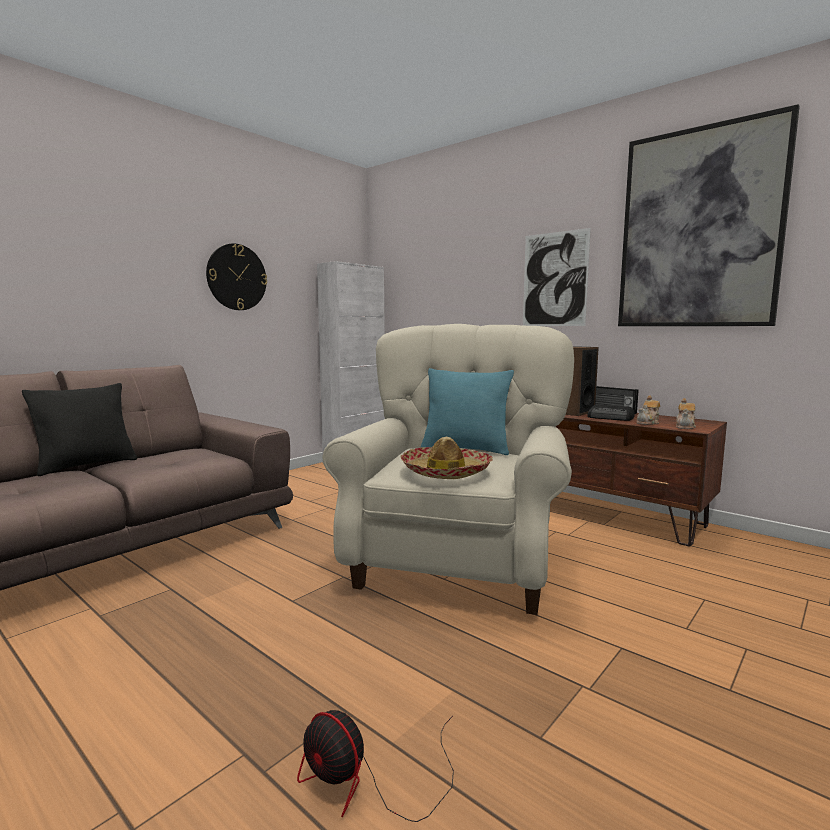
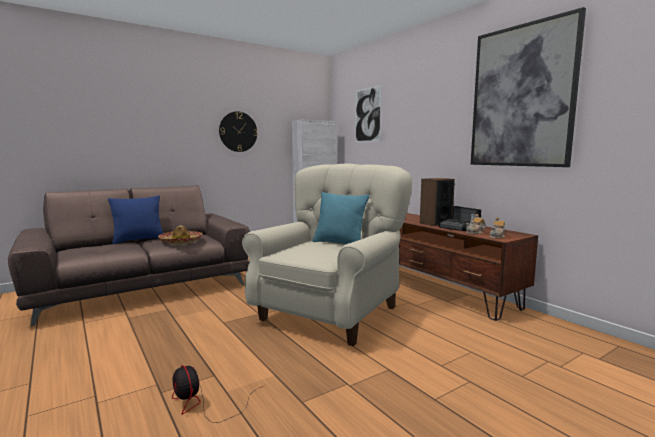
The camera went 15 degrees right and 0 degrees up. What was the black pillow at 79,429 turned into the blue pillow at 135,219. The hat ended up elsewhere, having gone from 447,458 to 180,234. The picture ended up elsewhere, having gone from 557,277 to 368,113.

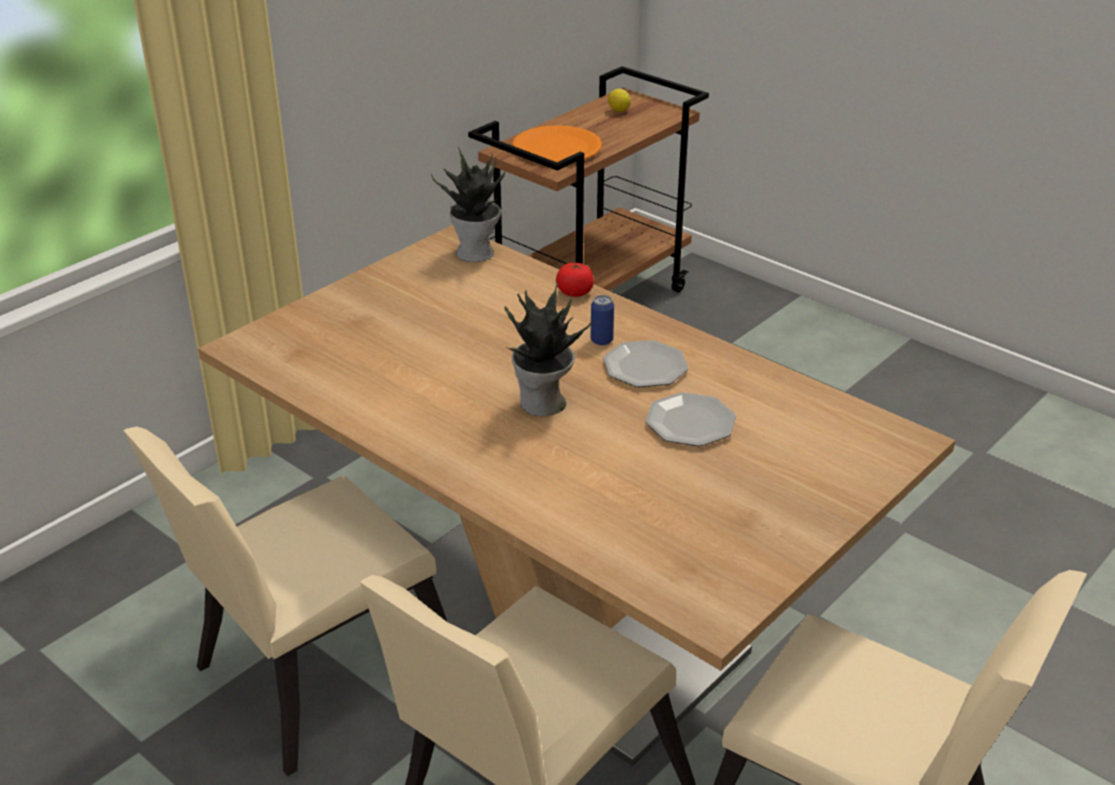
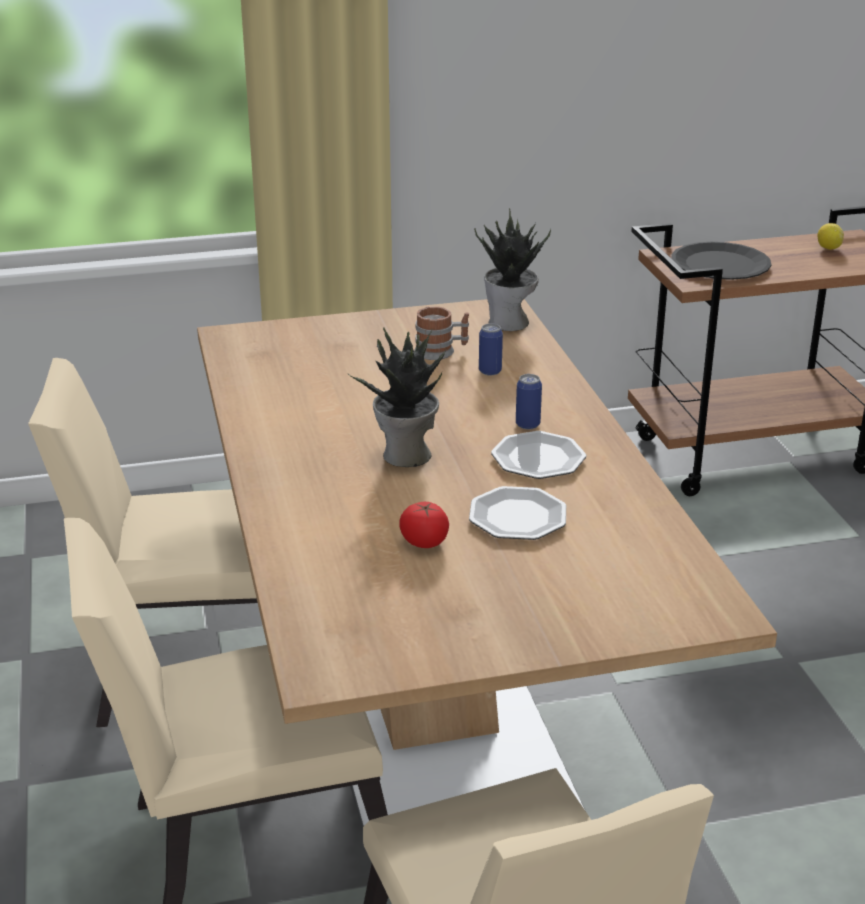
The camera went 35 degrees right and 5 degrees down. The tomato ended up elsewhere, having gone from 575,280 to 424,525. The second view gained the mug at 441,333. The second view gained the can at 491,349. What was the orange plate at 557,143 turned into the black plate at 721,261.

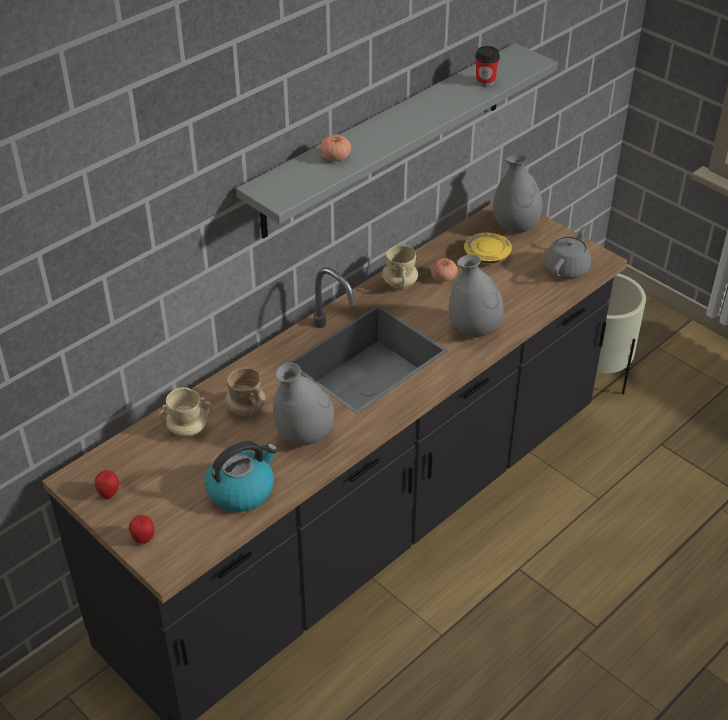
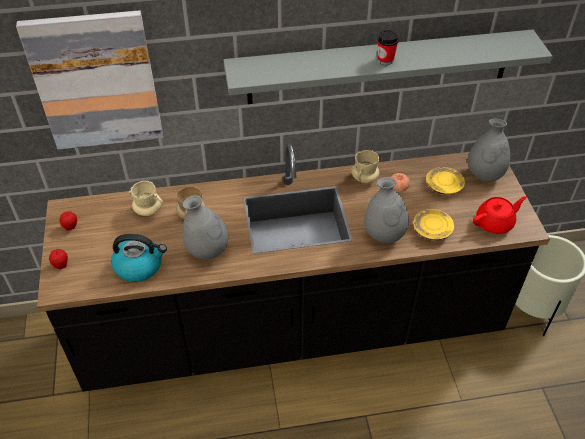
The camera went 35 degrees right and 5 degrees up. The second view gained the picture at 89,80. The cup ended up elsewhere, having gone from 487,66 to 388,47. The second view gained the yellow plate at 433,225. What was the grey teapot at 567,252 turned into the red teapot at 500,215. The second view lost the tomato at 335,148.

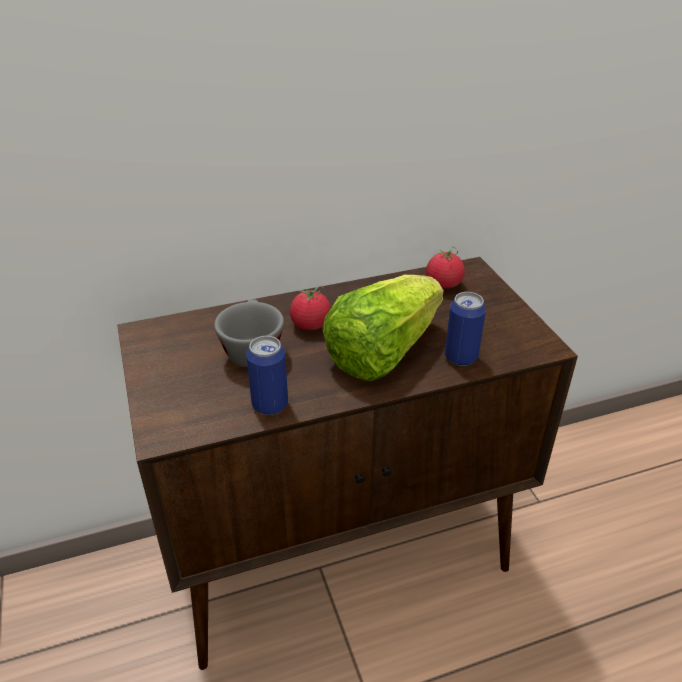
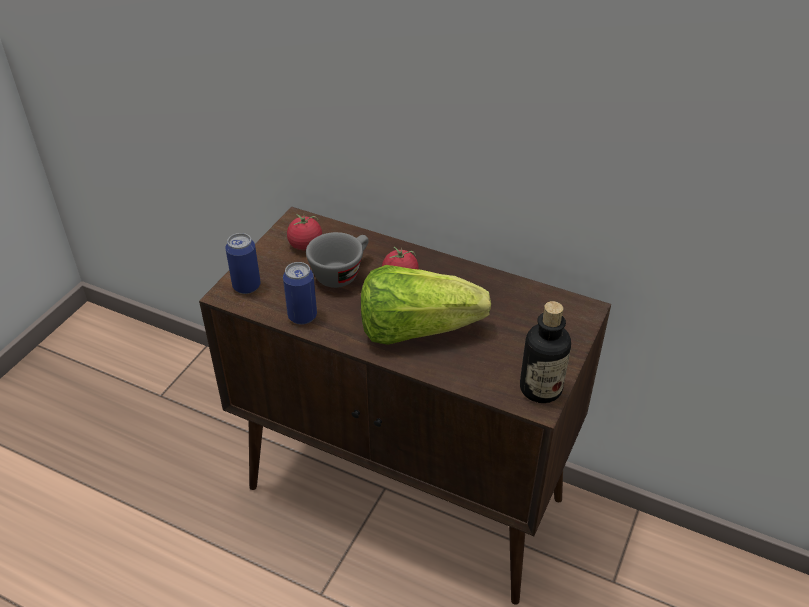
The camera went 45 degrees right and 5 degrees up. The can ended up elsewhere, having gone from 465,329 to 243,263. The tomato ended up elsewhere, having gone from 445,268 to 304,232. The second view gained the bottle at 545,352.

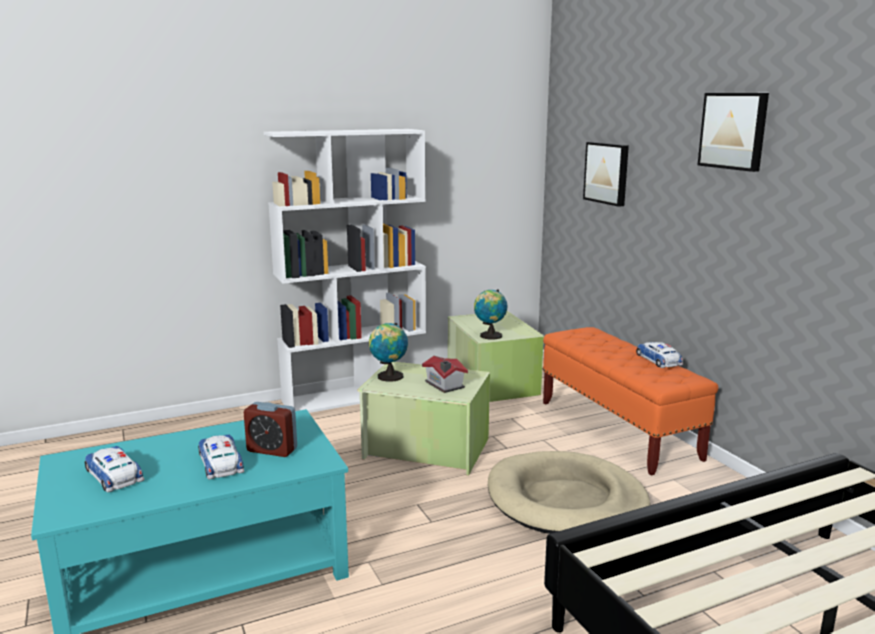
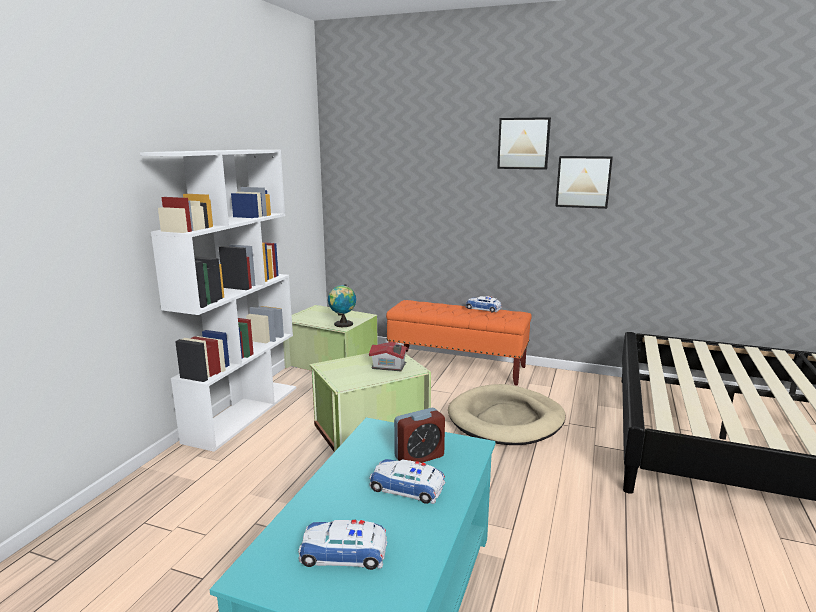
The camera went 45 degrees left and 0 degrees up. The picture ended up elsewhere, having gone from 606,174 to 584,182. The second view lost the globe at 388,352.

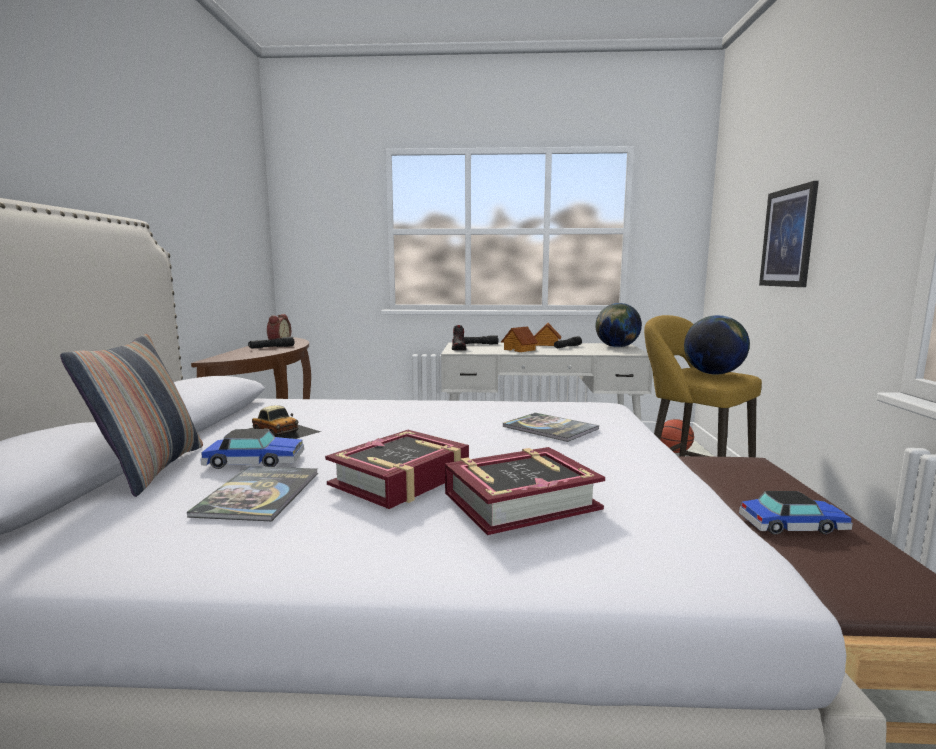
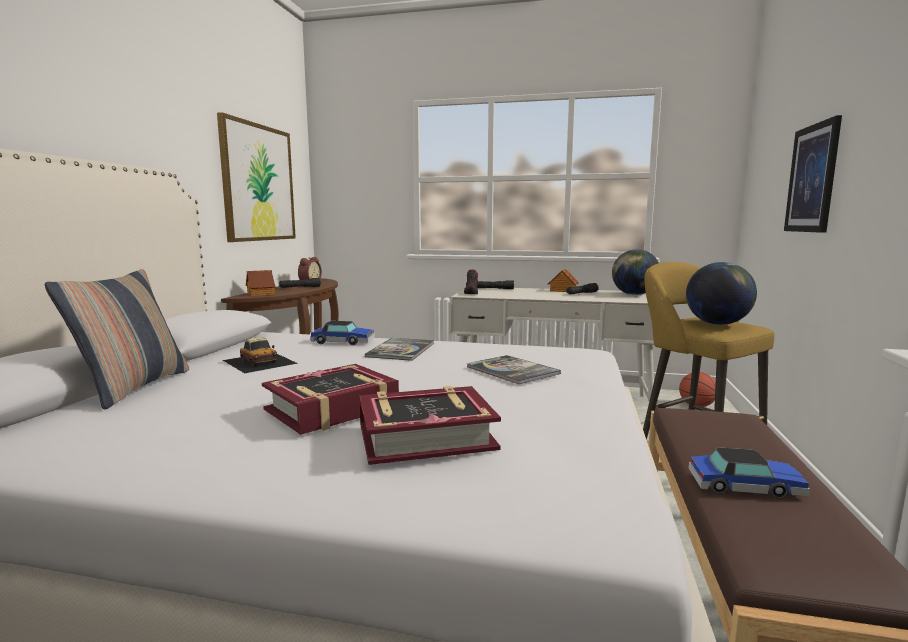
The camera went 10 degrees right and 0 degrees up. The second view gained the picture at 256,177. The toy house ended up elsewhere, having gone from 519,339 to 260,283. The toy car ended up elsewhere, having gone from 252,449 to 342,333. The book ended up elsewhere, having gone from 252,493 to 399,349.

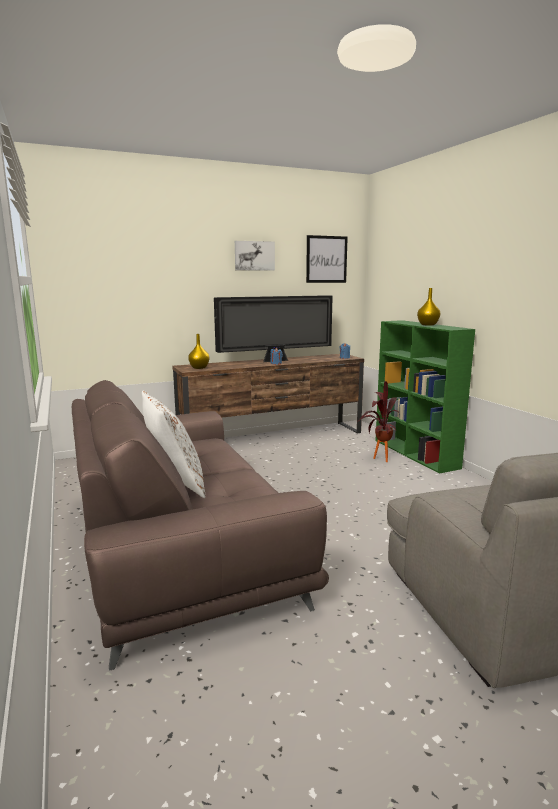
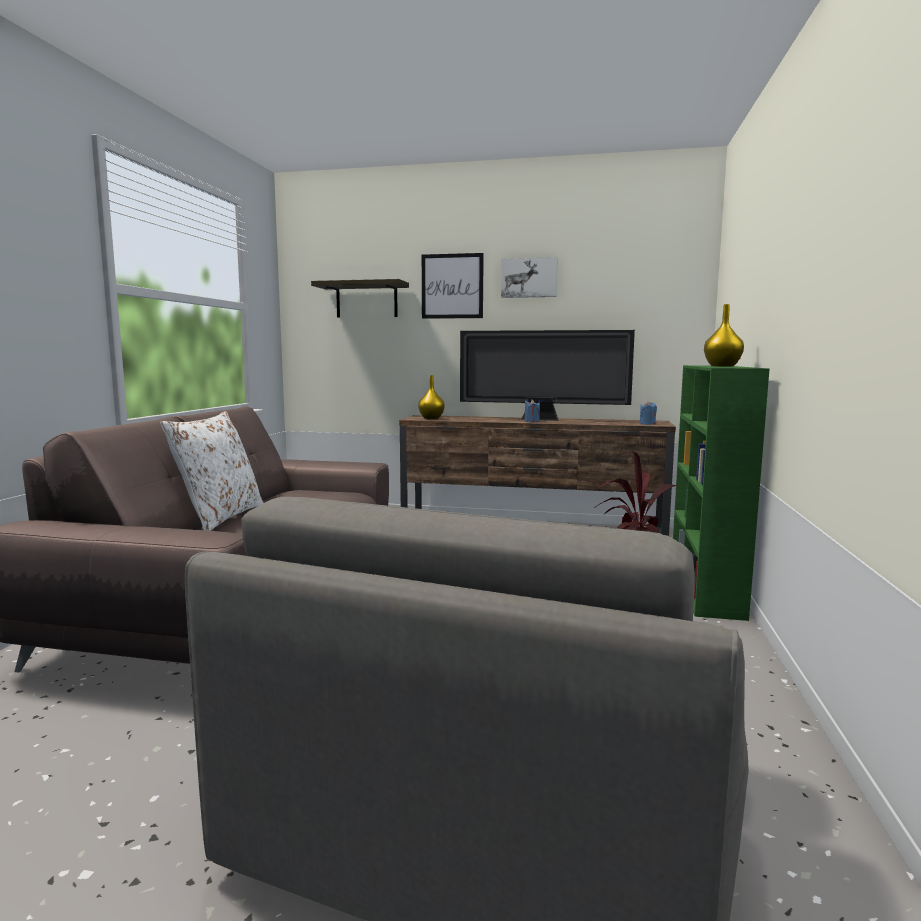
The camera went 35 degrees right and 5 degrees down. The second view gained the shelf at 360,298. The picture ended up elsewhere, having gone from 327,259 to 453,286.

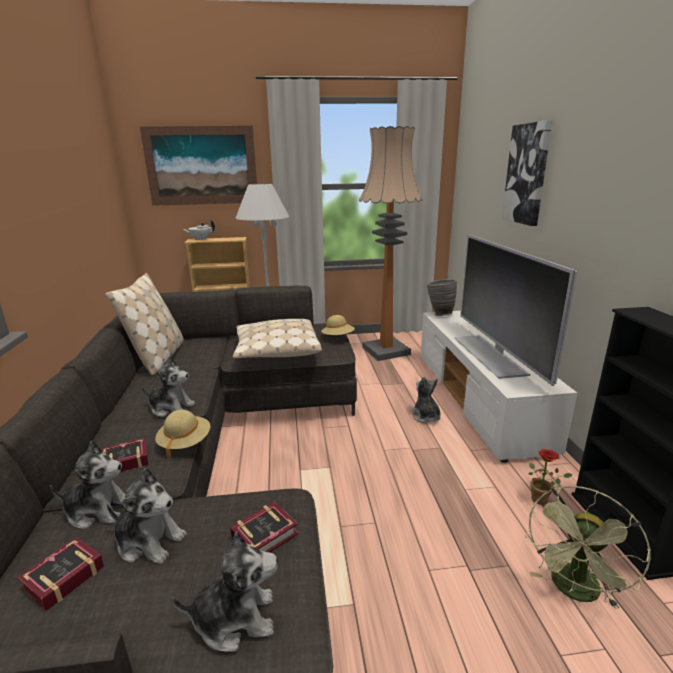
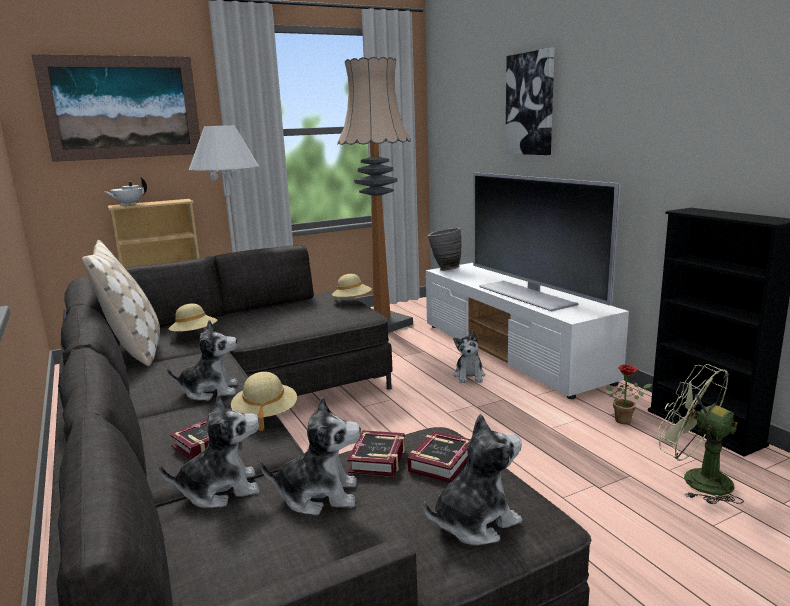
The camera went 20 degrees left and 5 degrees down. The second view gained the beige hat at 192,317. The book ended up elsewhere, having gone from 60,574 to 376,453. The plush toy at 425,400 ended up facing another way, 135 degrees counterclockwise from before. The green fan at 588,547 ended up facing another way, 120 degrees clockwise from before. The second view lost the beige pillow at 277,338.

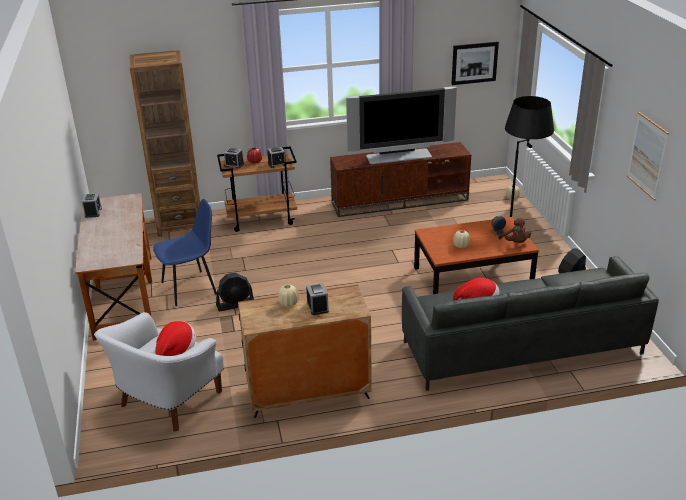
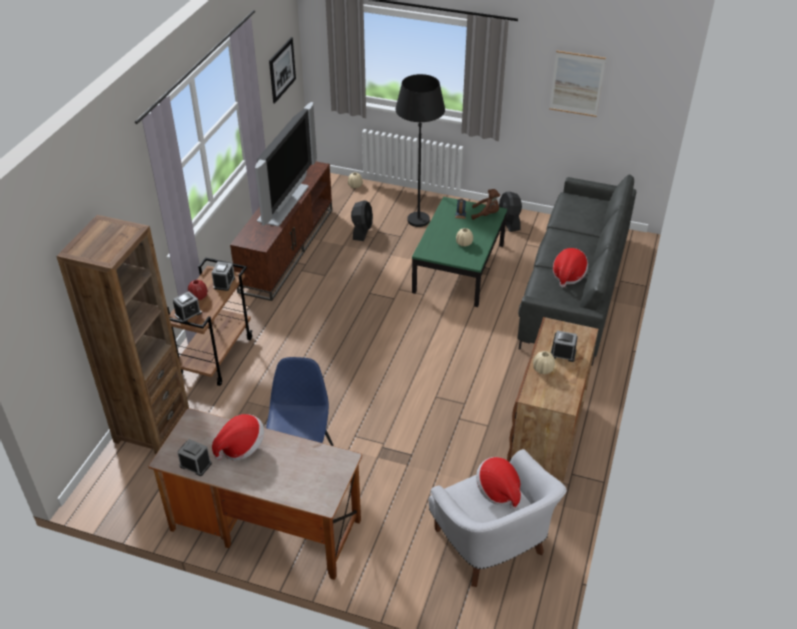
The camera went 60 degrees left and 10 degrees up. The second view gained the hat at 238,437. The black fan ended up elsewhere, having gone from 235,292 to 362,220. What was the brown coffee table at 476,255 turned into the green coffee table at 459,252.

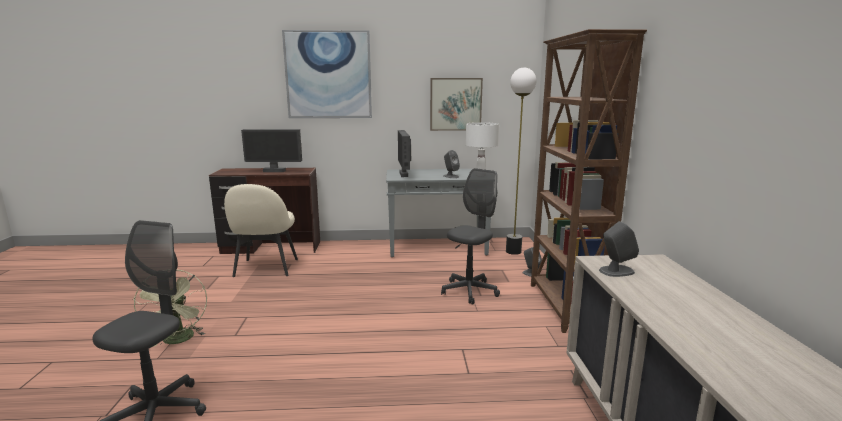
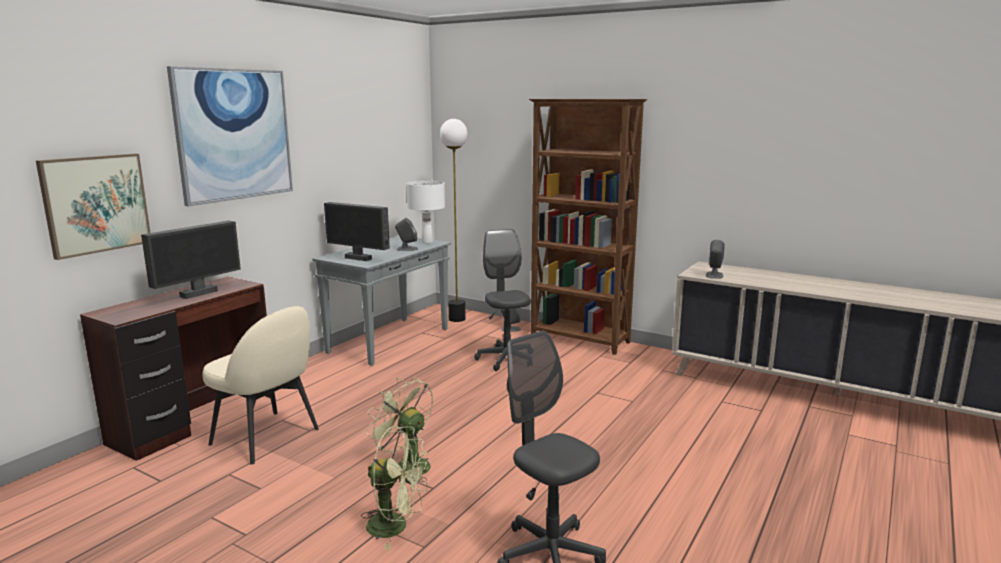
The camera went 55 degrees left and 0 degrees up. The picture ended up elsewhere, having gone from 456,104 to 93,207. The second view gained the green fan at 399,429.

